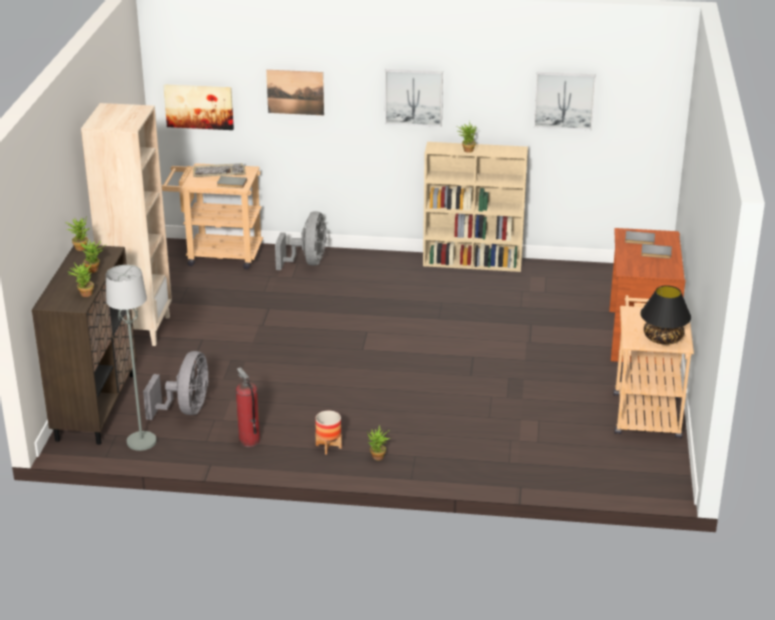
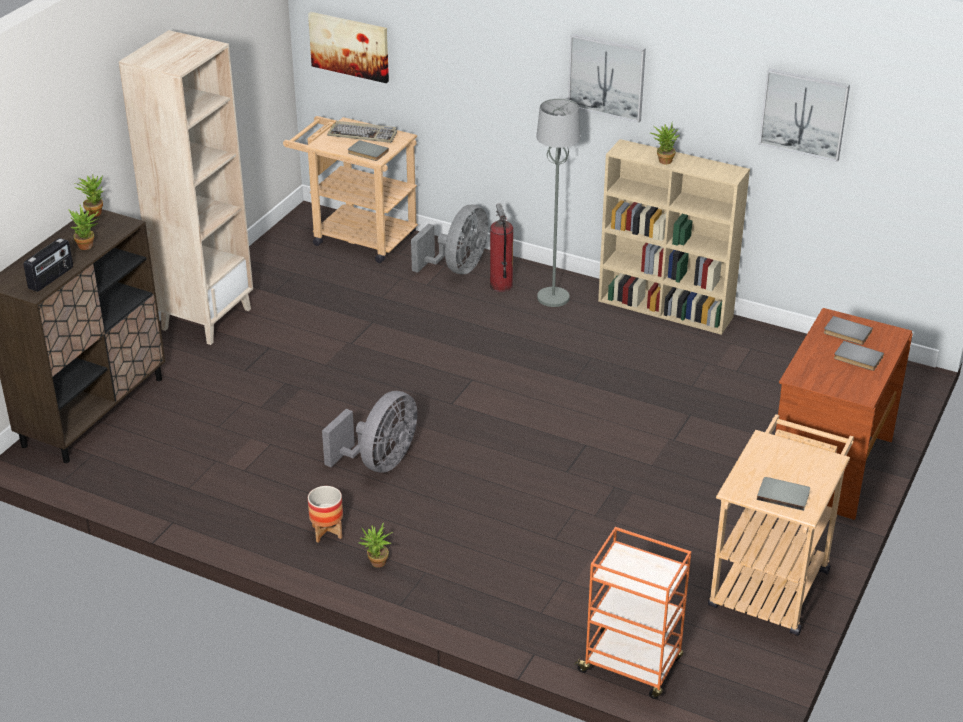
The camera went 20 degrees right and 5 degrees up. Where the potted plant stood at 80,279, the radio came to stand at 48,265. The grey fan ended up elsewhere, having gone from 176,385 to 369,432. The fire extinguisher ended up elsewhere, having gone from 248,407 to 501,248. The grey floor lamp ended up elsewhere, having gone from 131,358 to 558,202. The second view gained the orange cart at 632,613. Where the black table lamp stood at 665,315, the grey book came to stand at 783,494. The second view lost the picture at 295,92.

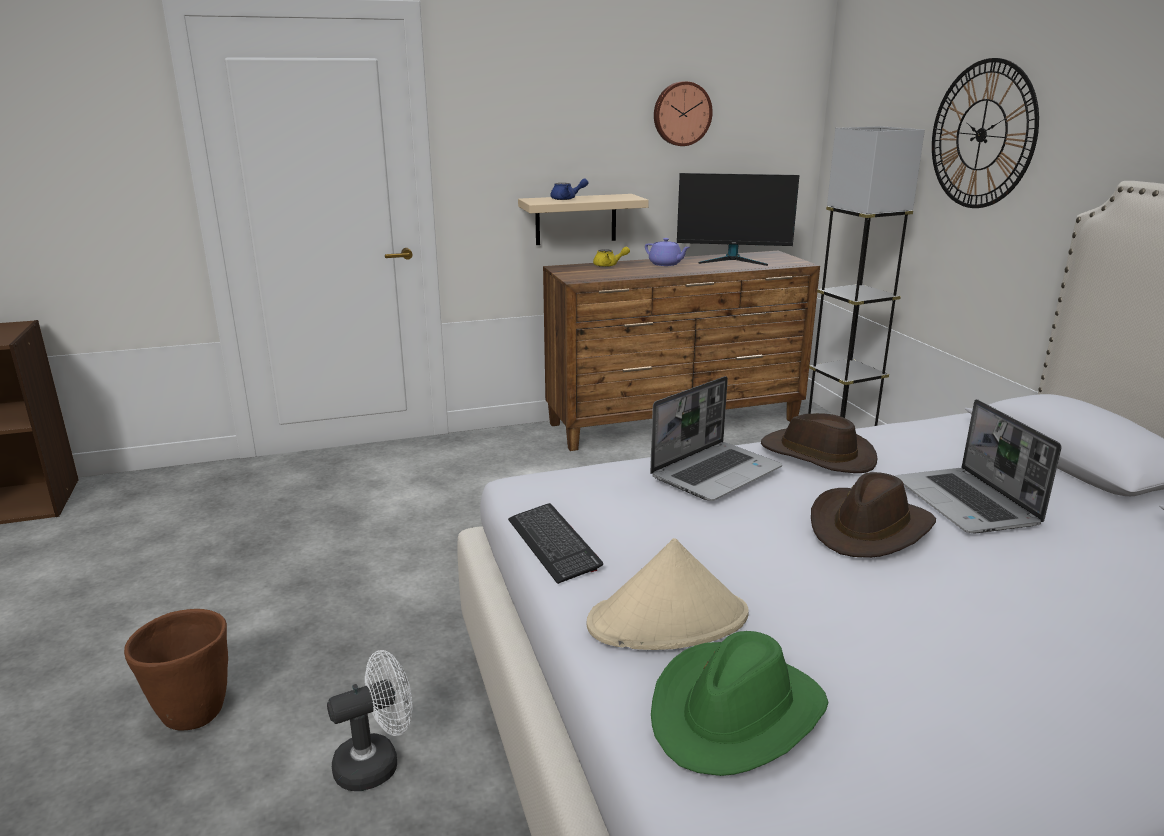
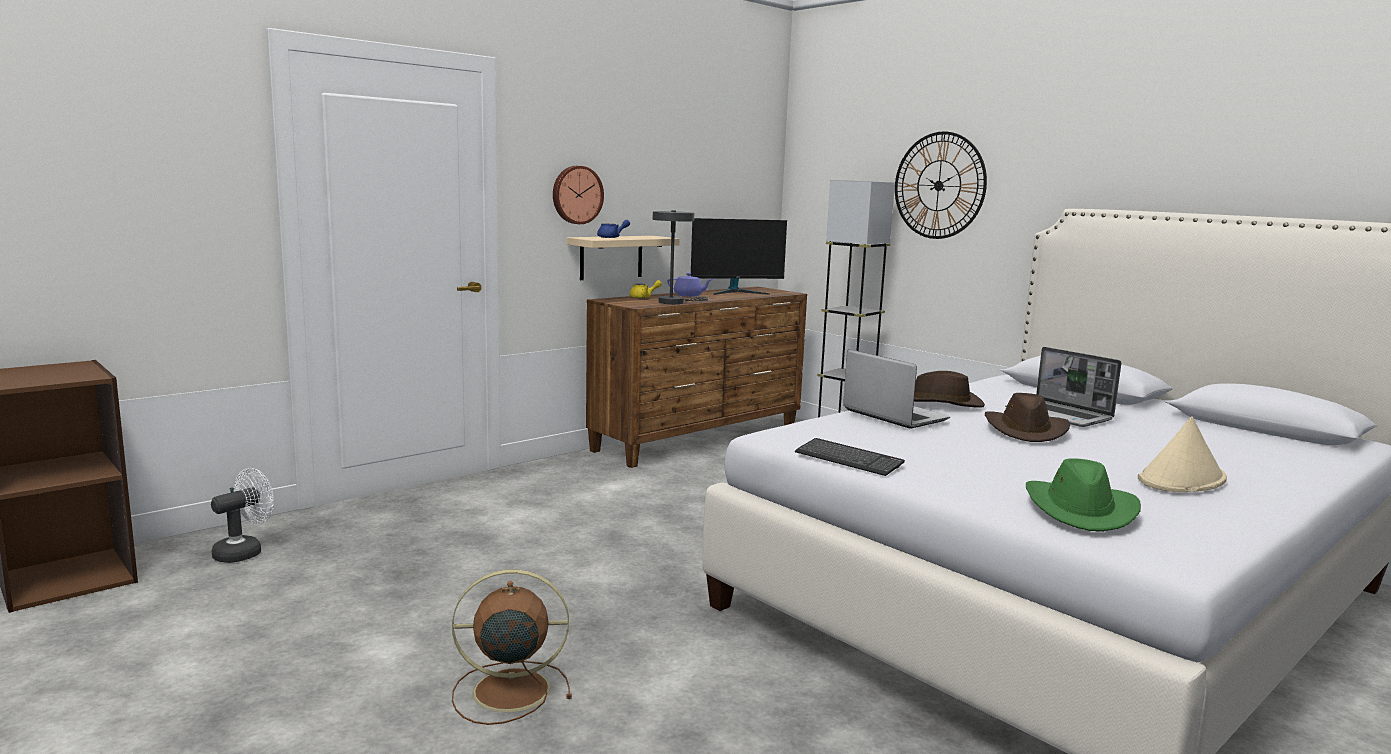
The camera went 25 degrees left and 10 degrees down. The white fan ended up elsewhere, having gone from 370,720 to 242,515. Where the brown planter stood at 176,670, the brown fan came to stand at 512,647. The wall clock ended up elsewhere, having gone from 683,113 to 578,195. The second view gained the grey table lamp at 680,257. The laptop at 716,438 ended up facing another way, 60 degrees counterclockwise from before. The beige hat ended up elsewhere, having gone from 668,594 to 1182,454.

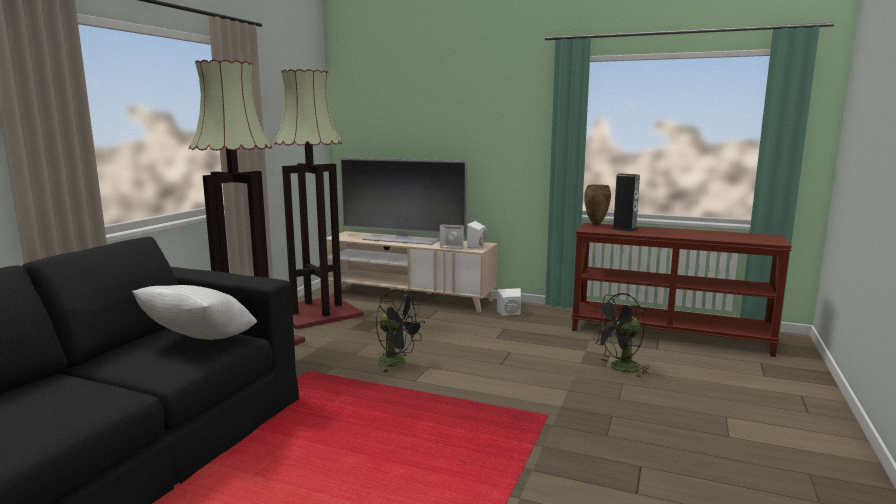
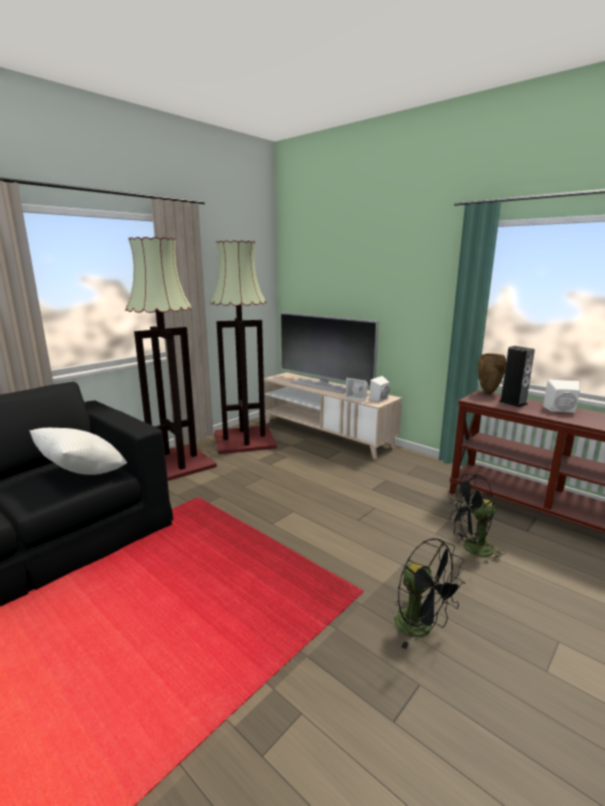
The camera went 20 degrees right and 5 degrees up. The black fan ended up elsewhere, having gone from 400,331 to 429,593. The white speaker ended up elsewhere, having gone from 509,302 to 561,396.

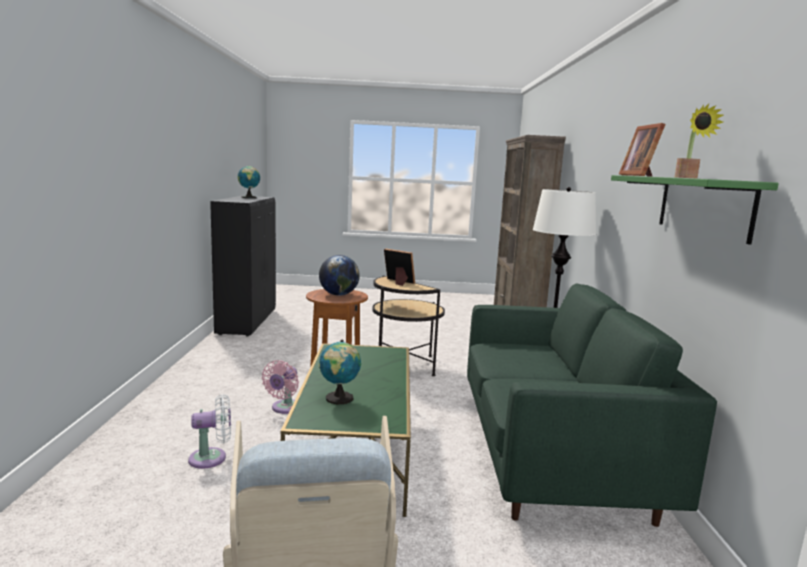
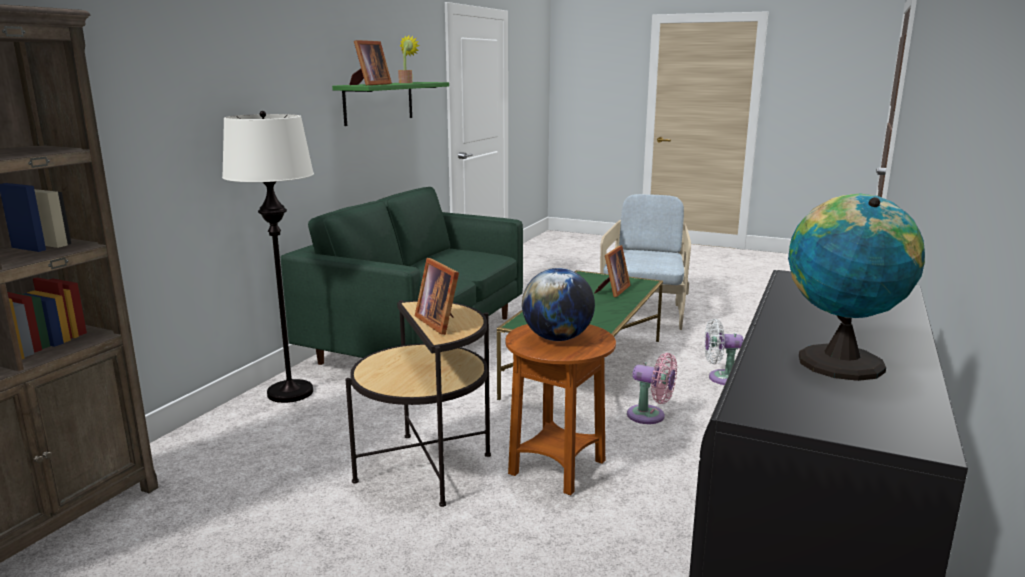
The camera went 155 degrees left and 5 degrees up. Where the globe stood at 340,372, the picture frame came to stand at 612,271. The pink fan at 280,387 ended up facing another way, 75 degrees clockwise from before.

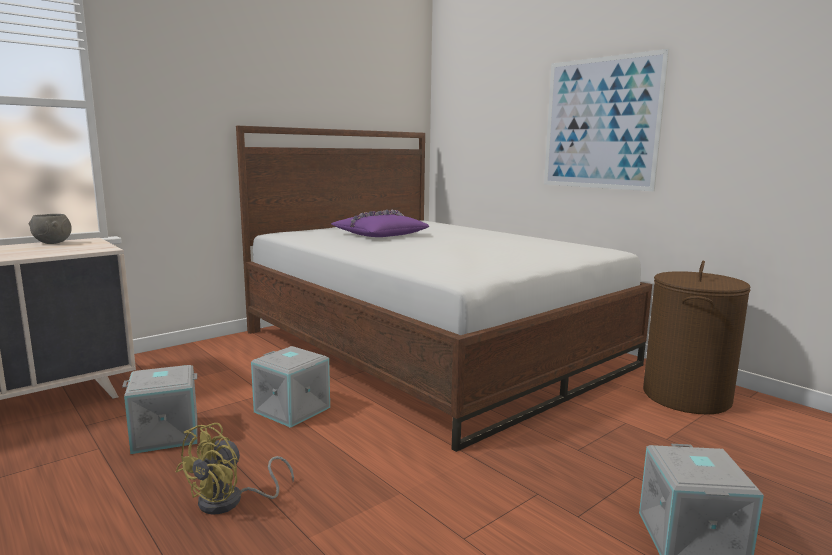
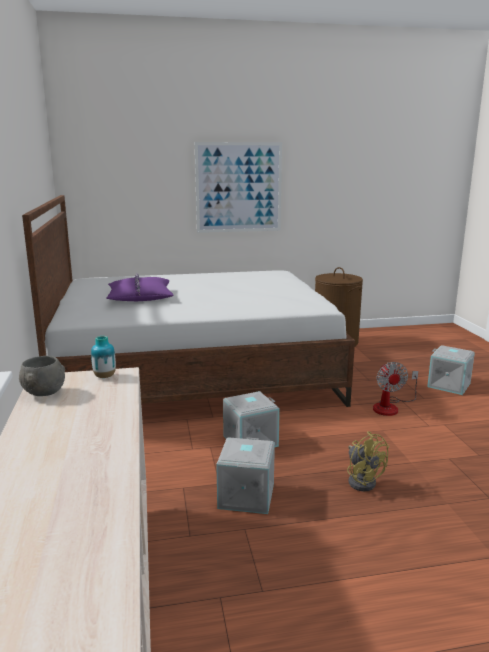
The camera went 60 degrees left and 5 degrees up. The second view gained the vase at 103,357. The second view gained the fan at 396,389.

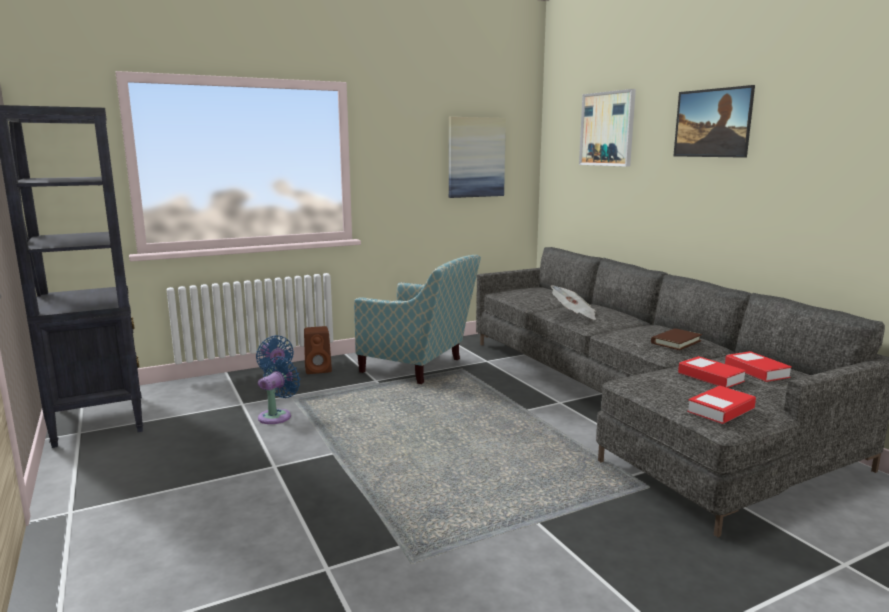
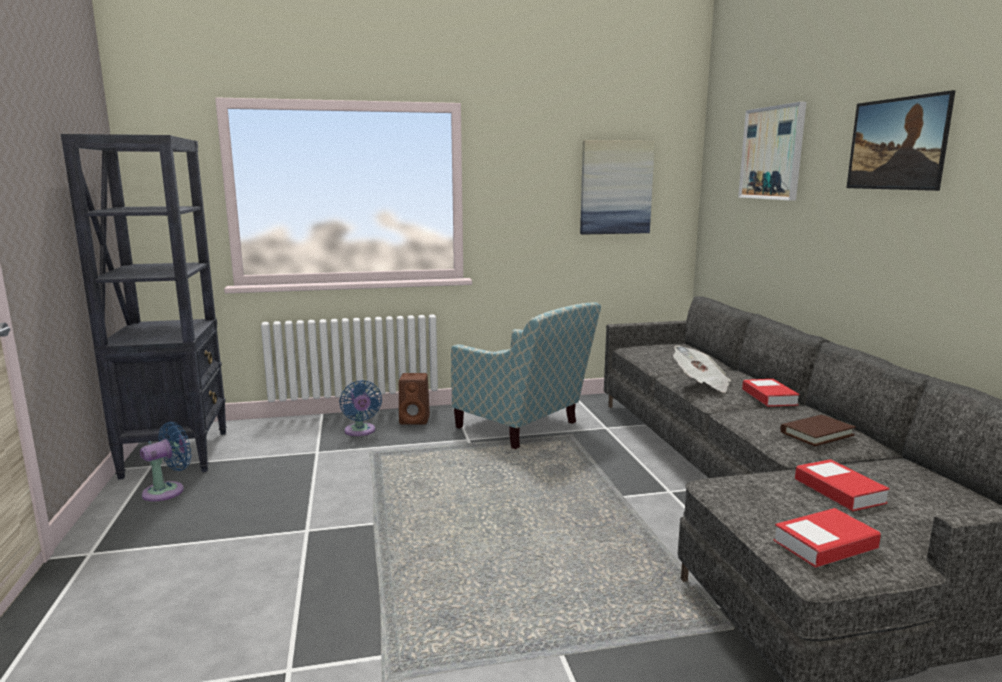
The camera went 15 degrees right and 0 degrees up. The blue fan ended up elsewhere, having gone from 279,390 to 165,461. The book ended up elsewhere, having gone from 758,366 to 771,393.

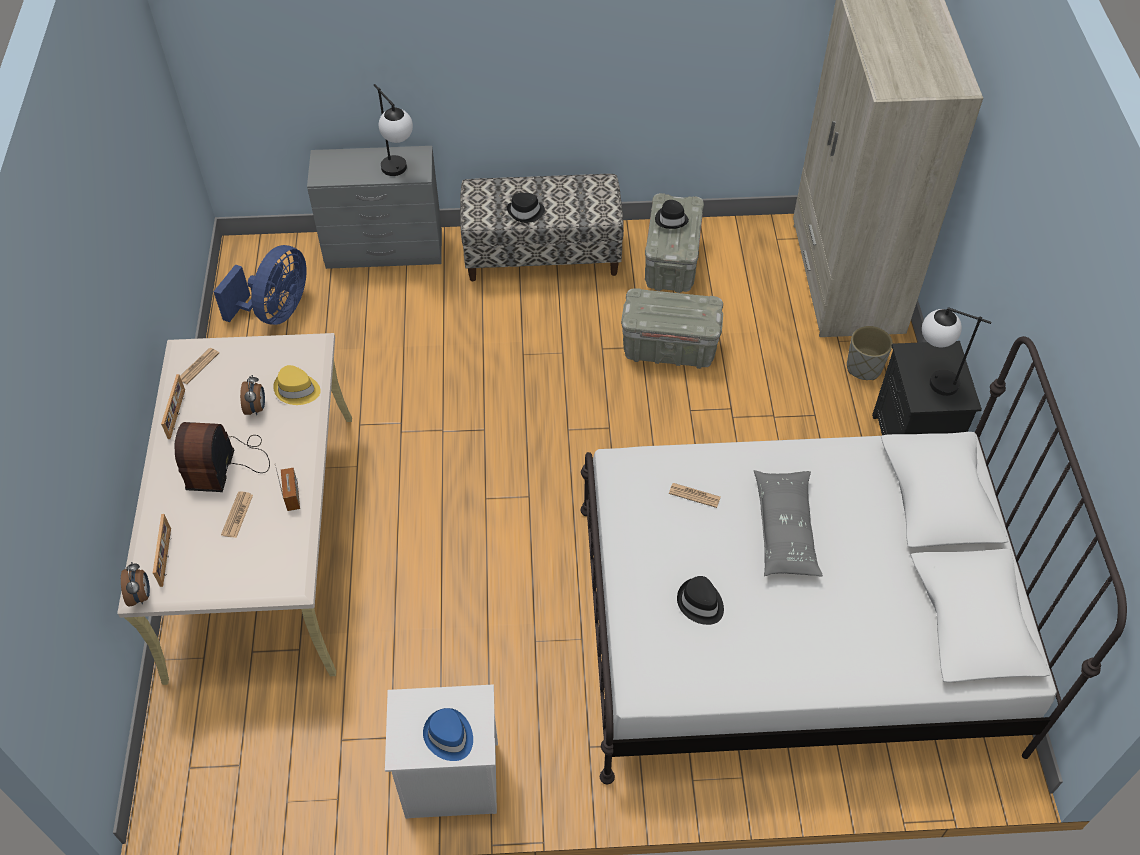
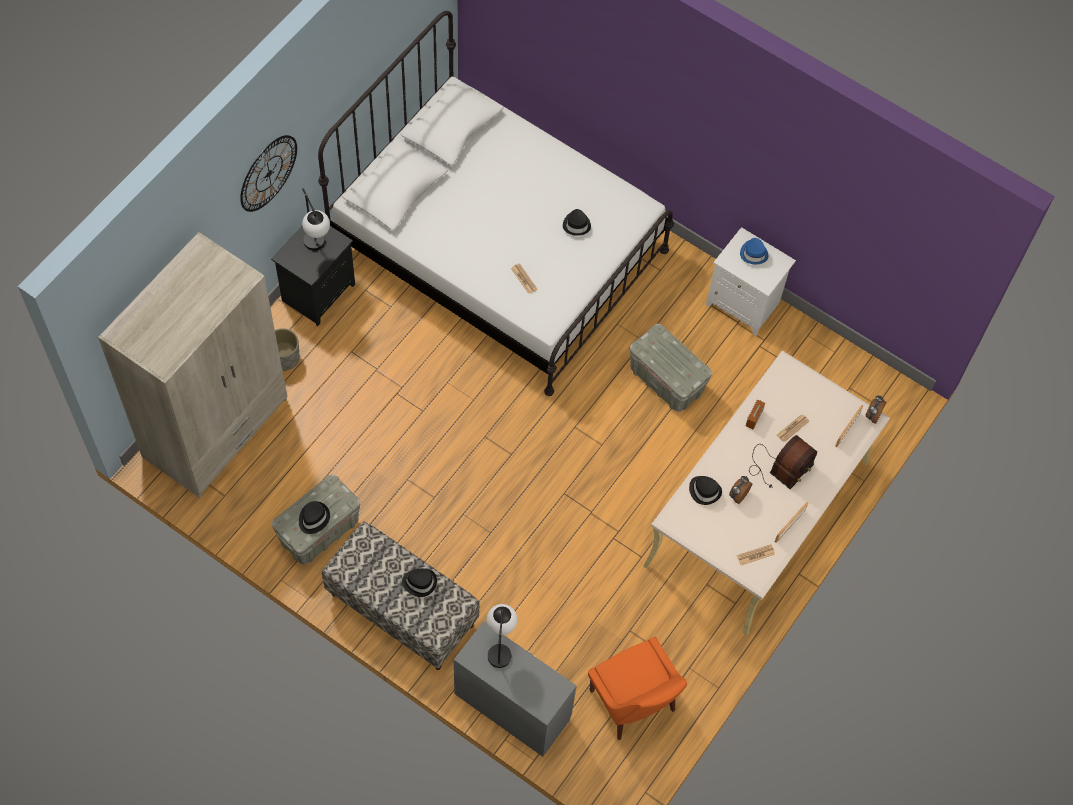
The camera went 145 degrees left and 10 degrees up. The second view gained the wall clock at 268,173. Where the blue fan stood at 260,285, the orange chair came to stand at 637,688. The grey storage box ended up elsewhere, having gone from 672,328 to 671,368. What was the yellow hat at 297,385 turned into the black hat at 705,490. The second view lost the grey pillow at 788,523.

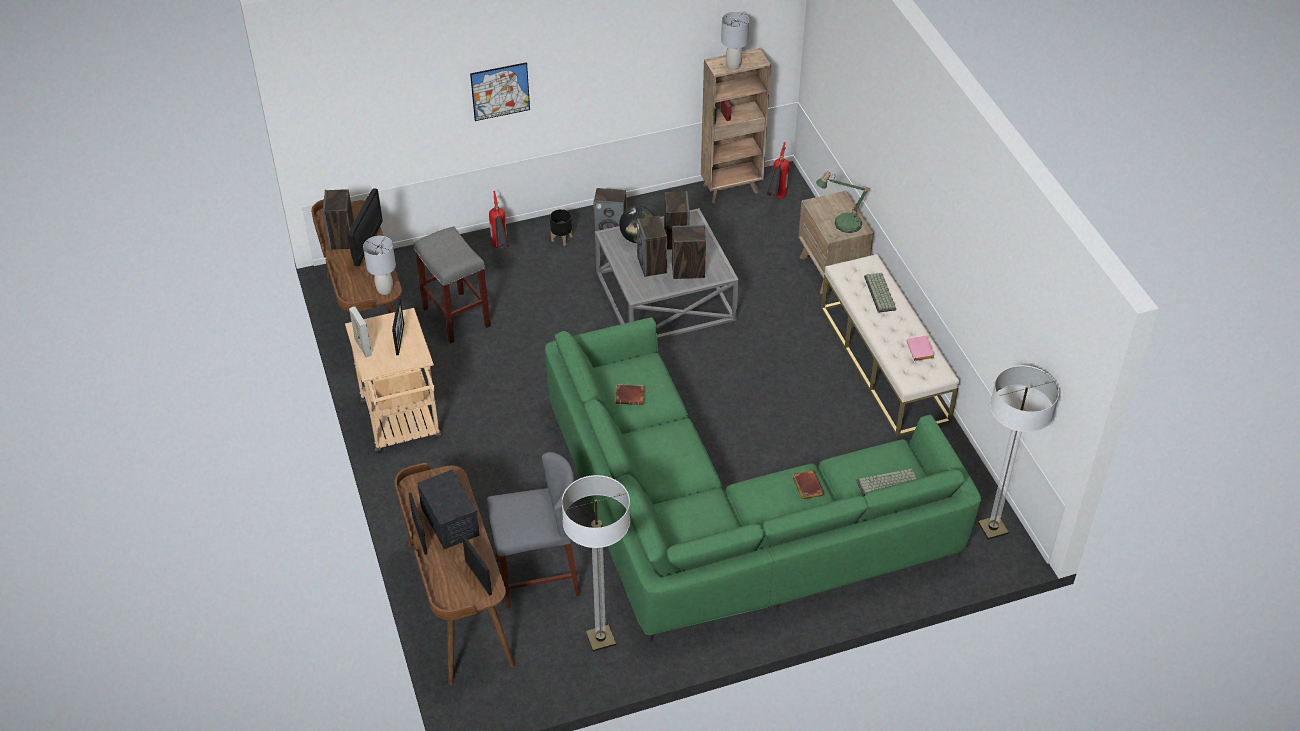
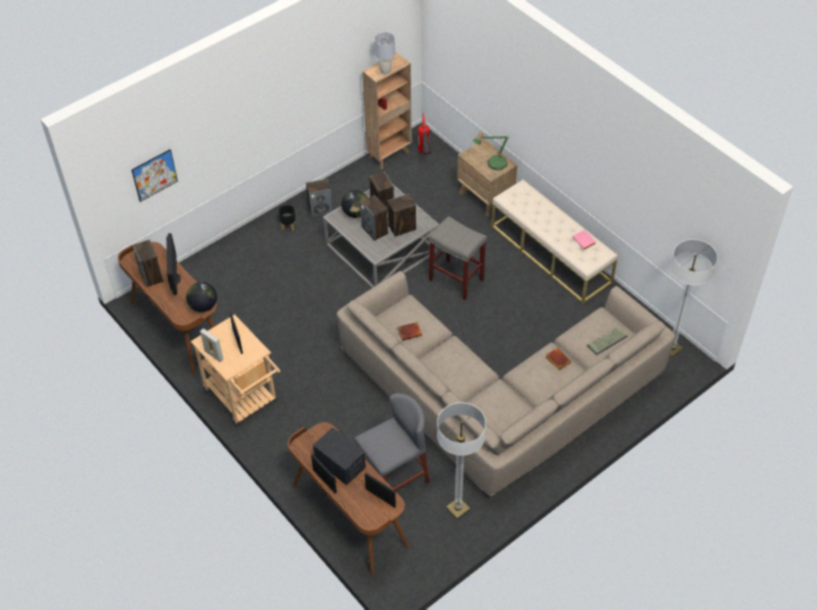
The camera went 20 degrees left and 5 degrees up. The picture ended up elsewhere, having gone from 500,91 to 155,175. Where the grey table lamp stood at 379,265, the globe came to stand at 201,297. What was the green sofa at 763,480 turned into the beige sofa at 506,385. The grey stool ended up elsewhere, having gone from 452,285 to 457,258. The second view lost the fire extinguisher at 499,220. The second view lost the keyboard at 880,293.

